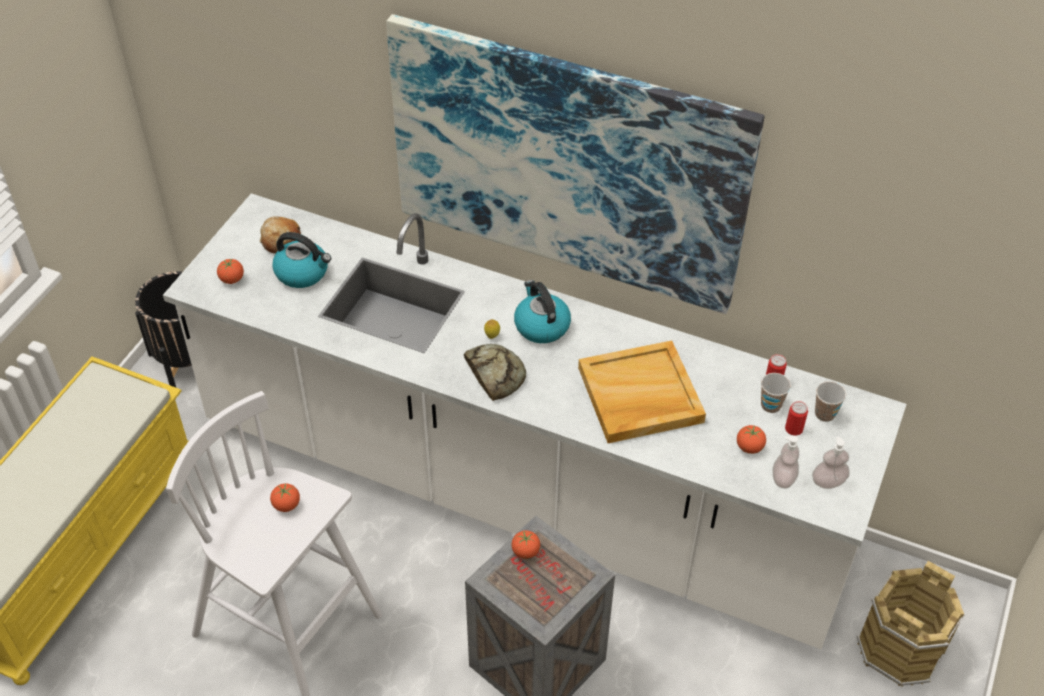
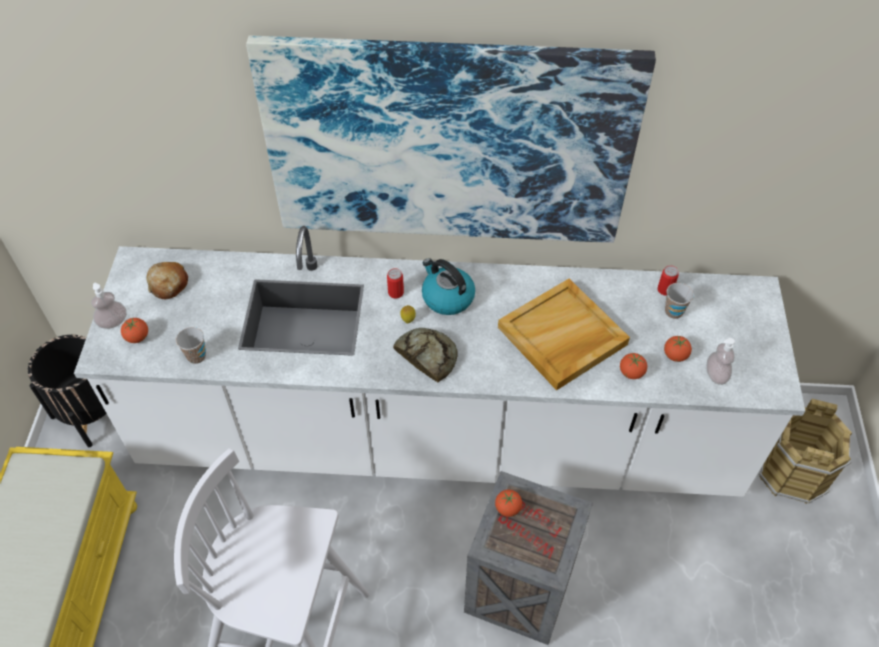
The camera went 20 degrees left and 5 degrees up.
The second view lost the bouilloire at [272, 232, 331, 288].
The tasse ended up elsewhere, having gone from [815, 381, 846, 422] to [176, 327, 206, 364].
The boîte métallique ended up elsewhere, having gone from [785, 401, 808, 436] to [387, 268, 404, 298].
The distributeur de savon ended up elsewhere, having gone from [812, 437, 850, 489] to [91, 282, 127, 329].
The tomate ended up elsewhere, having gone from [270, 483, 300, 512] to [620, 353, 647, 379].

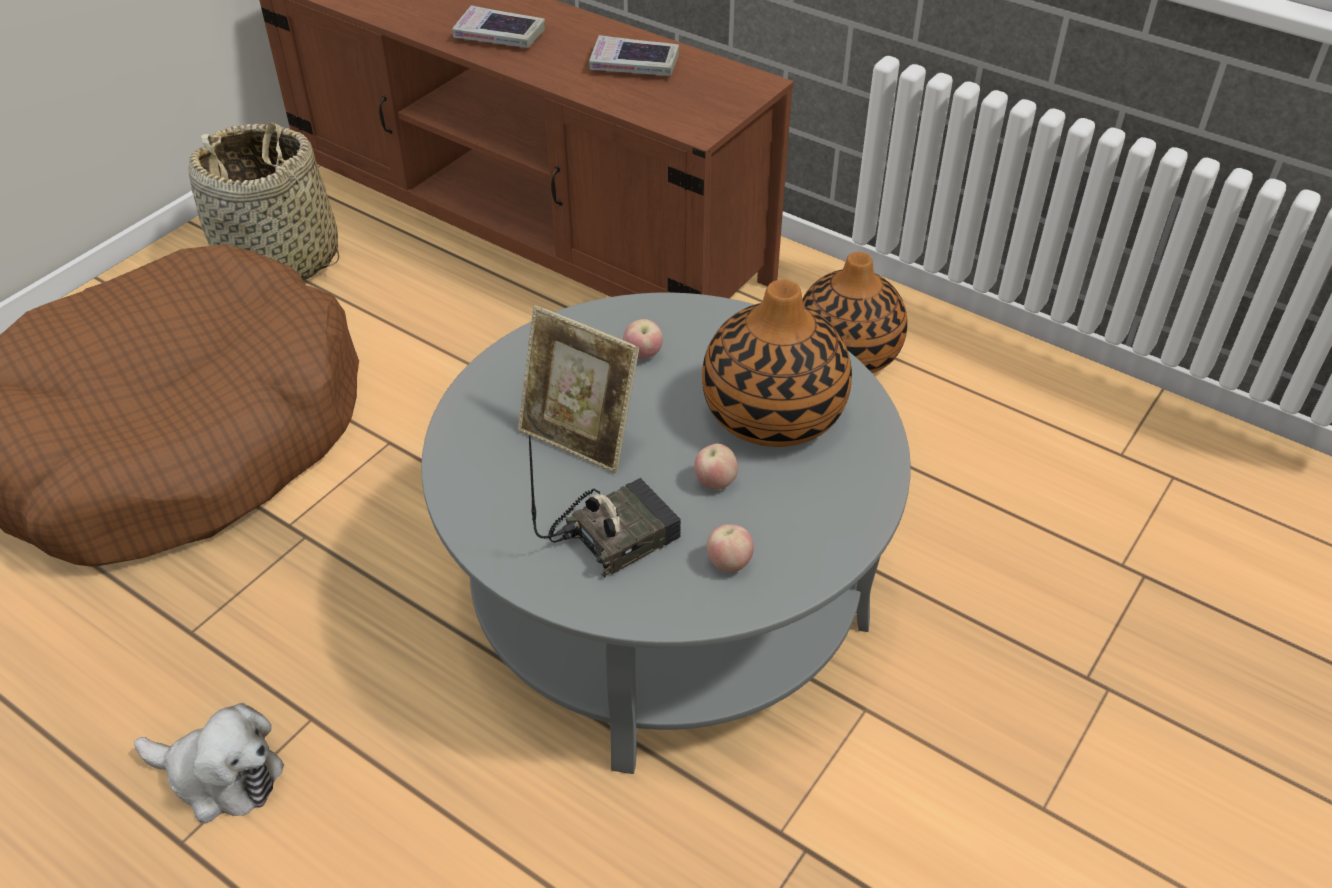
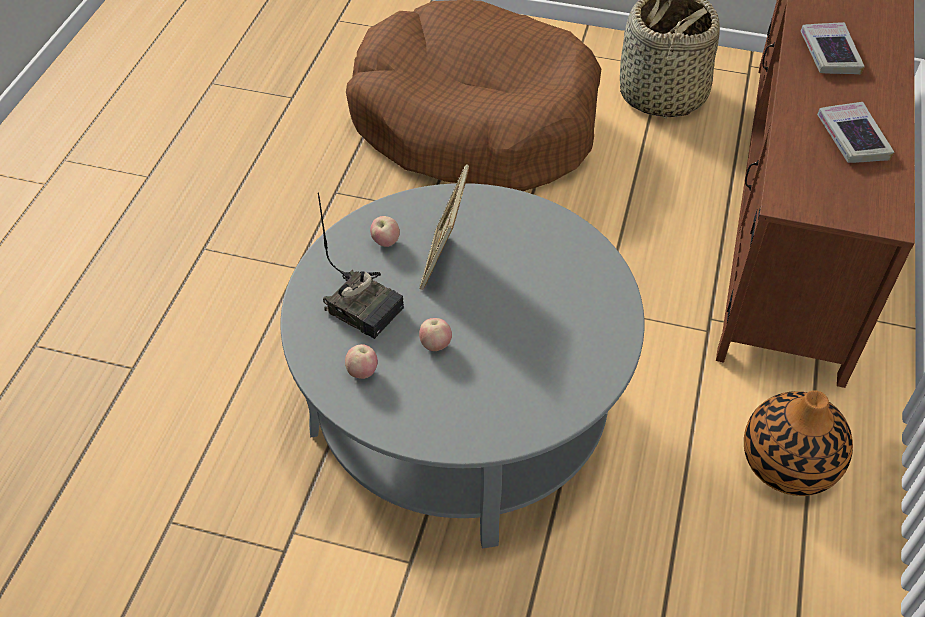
The camera went 70 degrees right and 5 degrees up.
The second view lost the vase at [702, 279, 852, 447].
The pomme ended up elsewhere, having gone from [623, 319, 663, 359] to [370, 216, 400, 247].
The second view lost the peluche at [134, 703, 284, 823].

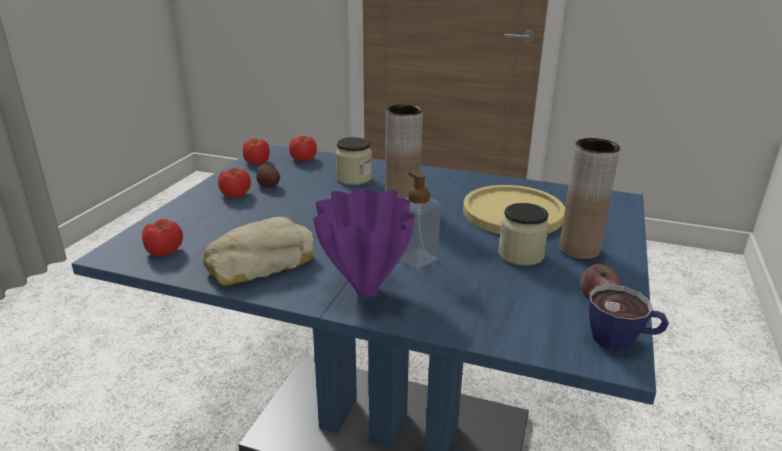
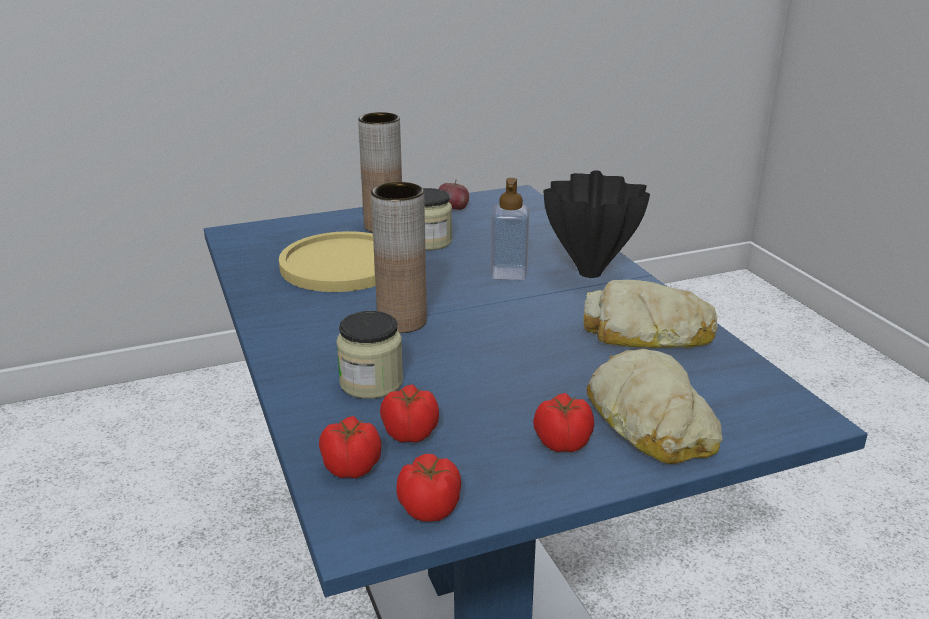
The camera went 130 degrees left and 0 degrees up.
The second view lost the pomme de terre at [256, 164, 280, 188].
What was the vase [violet] at [313, 188, 415, 297] turned into the vase [noir] at [543, 170, 650, 278].
The tomate ended up elsewhere, having gone from [142, 219, 183, 256] to [380, 384, 439, 443].
The second view lost the tasse at [588, 284, 669, 351].
The second view gained the pain at [587, 349, 723, 464].

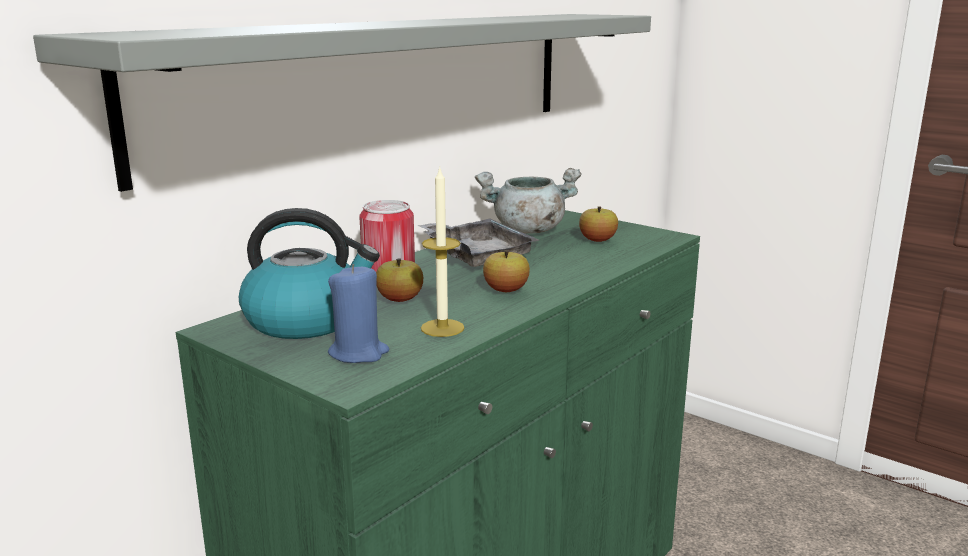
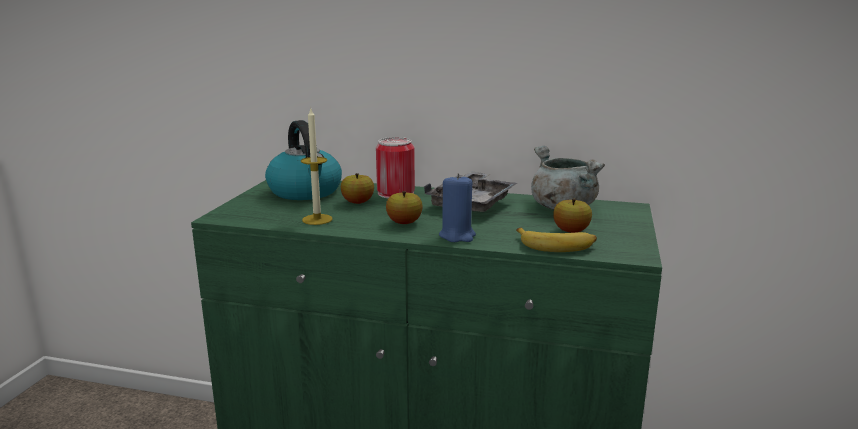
The camera went 65 degrees right and 0 degrees up.
The second view lost the étagère [gris] at [33, 14, 651, 192].
The bougie [bleu] ended up elsewhere, having gone from [328, 264, 389, 363] to [439, 173, 476, 242].
The second view gained the banane at [516, 228, 597, 252].

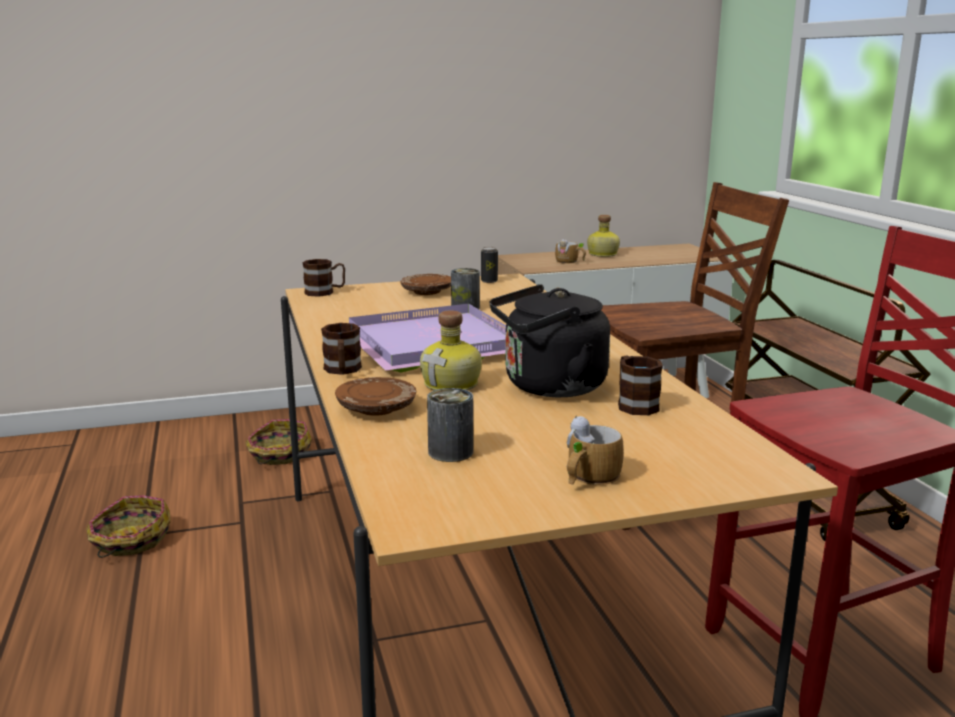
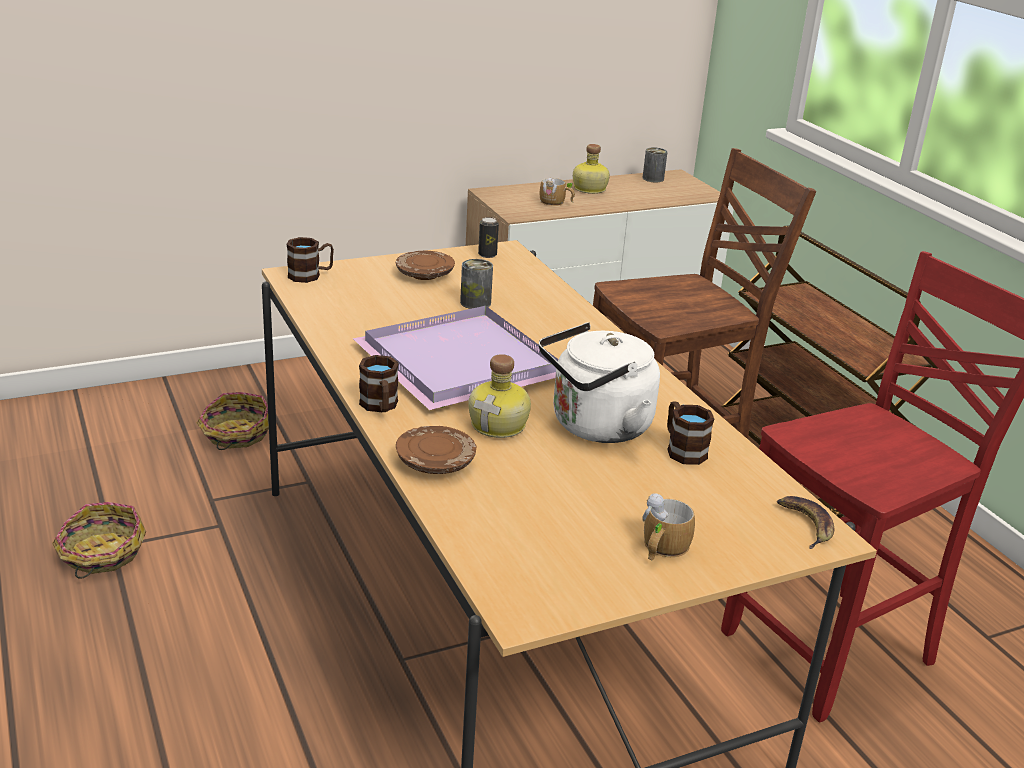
The camera went 10 degrees left and 10 degrees up.
What was the bouilloire [noir] at [490, 284, 610, 398] turned into the bouilloire [blanc] at [539, 322, 660, 443].
The boîte métallique ended up elsewhere, having gone from [427, 388, 473, 462] to [642, 148, 668, 182].
The second view gained the banane at [777, 496, 834, 549].

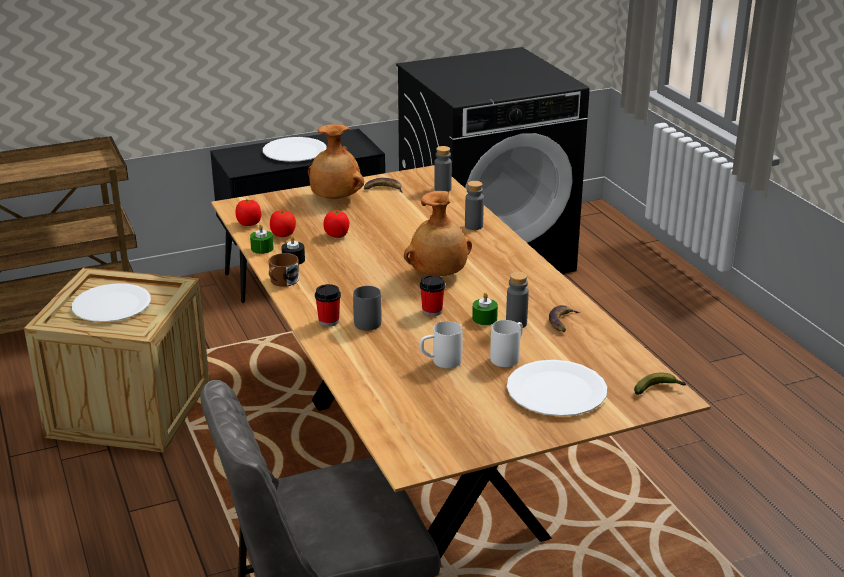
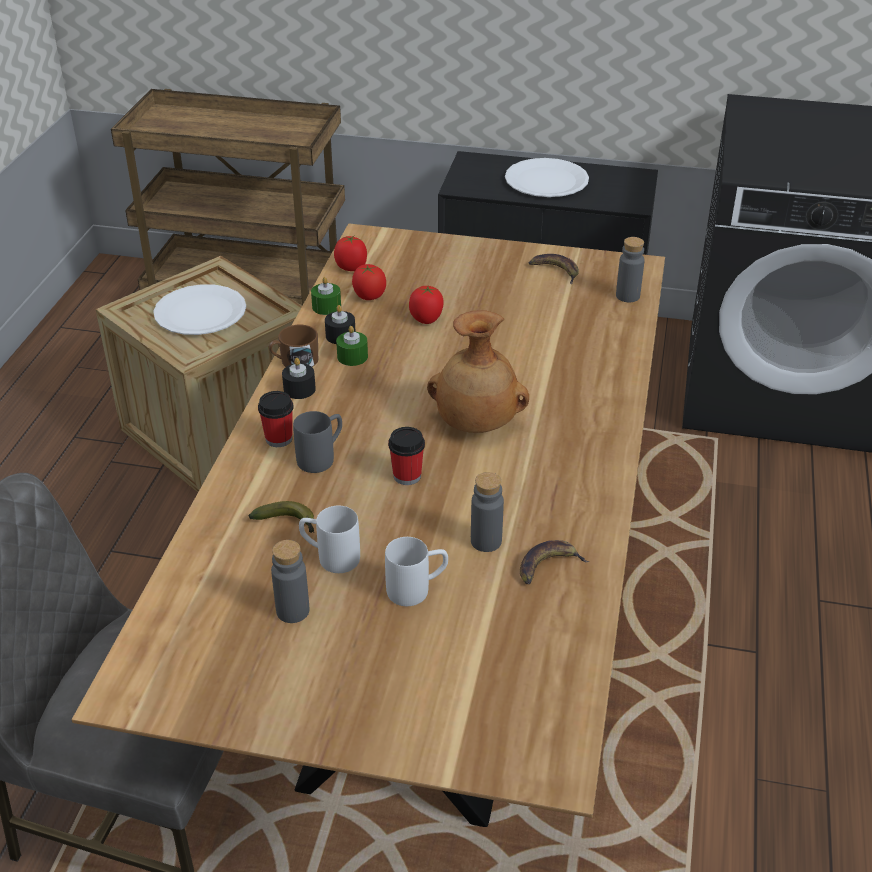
The camera went 35 degrees right and 10 degrees up.
The second view lost the vase [marron] at [308, 124, 364, 199].
The bouteille [gris] ended up elsewhere, having gone from [465, 181, 484, 230] to [271, 540, 309, 623].
The bougie [vert] ended up elsewhere, having gone from [472, 292, 498, 325] to [336, 326, 368, 366].
The second view lost the assiette [blanc] at [507, 360, 607, 416].
The banane ended up elsewhere, having gone from [634, 373, 686, 395] to [249, 501, 314, 533].
The second view gained the bougie [noir] at [282, 358, 316, 399].

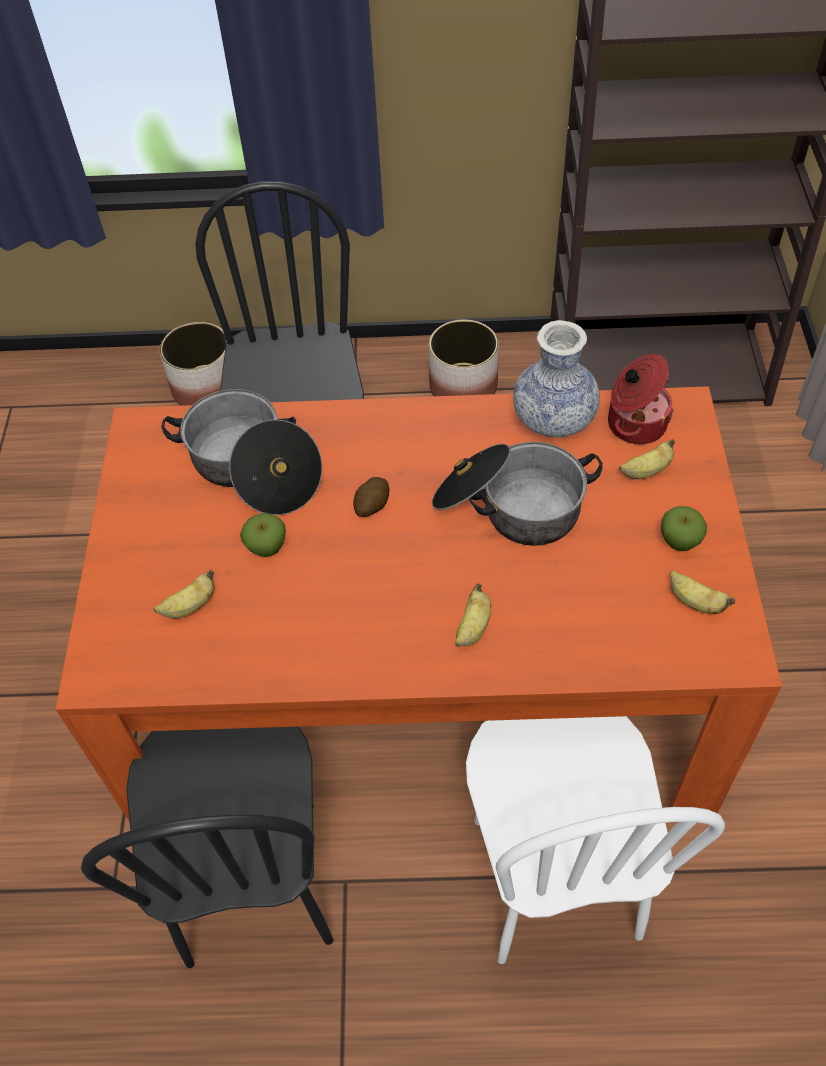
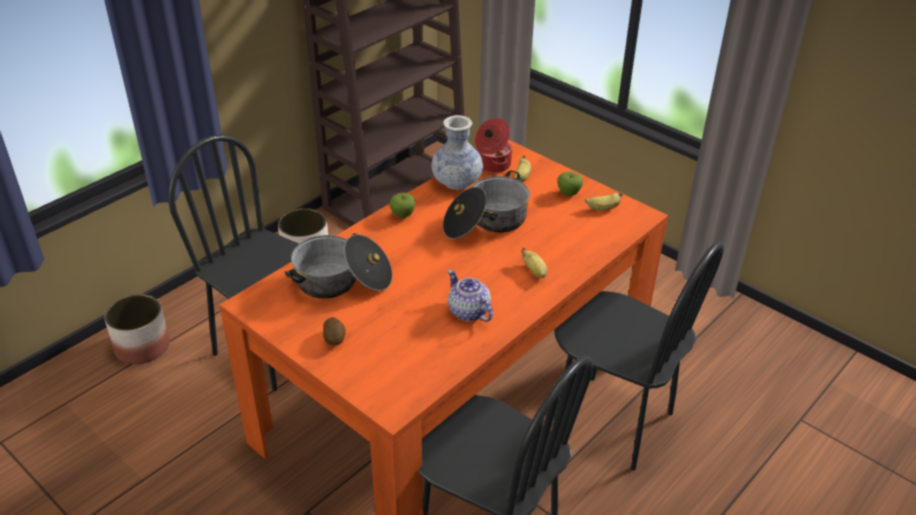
The camera went 50 degrees left and 15 degrees down.
The pomme de terre ended up elsewhere, having gone from [353, 477, 389, 517] to [323, 317, 346, 346].
The pomme ended up elsewhere, having gone from [240, 513, 286, 557] to [389, 193, 415, 218].
The second view lost the banane at [153, 569, 215, 619].
What was the chaise [blanc] at [466, 716, 725, 964] turned into the chaise [noir] at [553, 241, 724, 471].
The second view gained the théière at [448, 270, 493, 322].

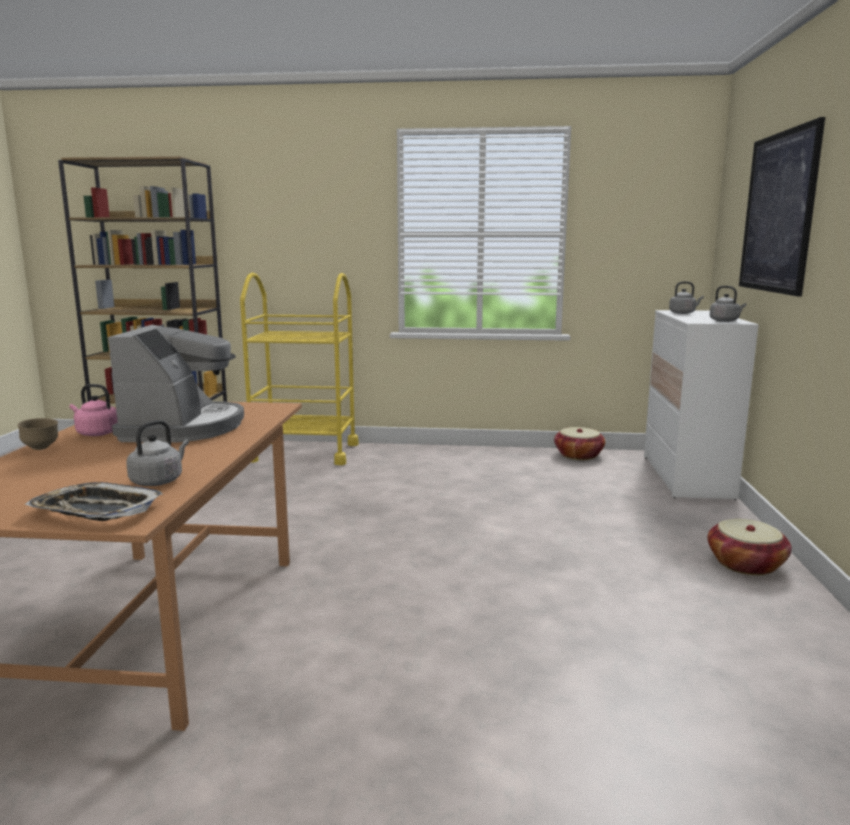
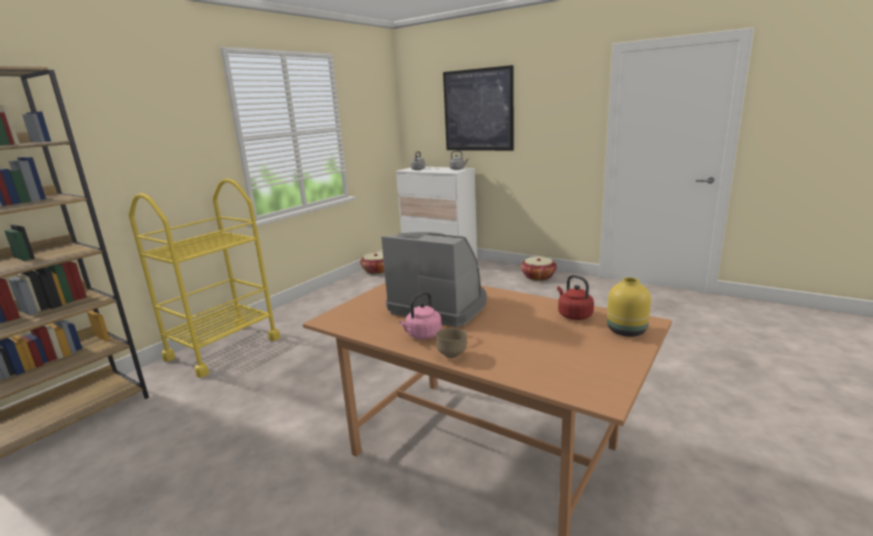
The camera went 60 degrees left and 5 degrees up.
What was the bouilloire [gris] at [126, 420, 189, 486] turned into the bouilloire [rouge] at [557, 275, 594, 320].
Where the plateau stood at [25, 482, 163, 521], the vase [jaune] came to stand at [607, 277, 651, 337].

